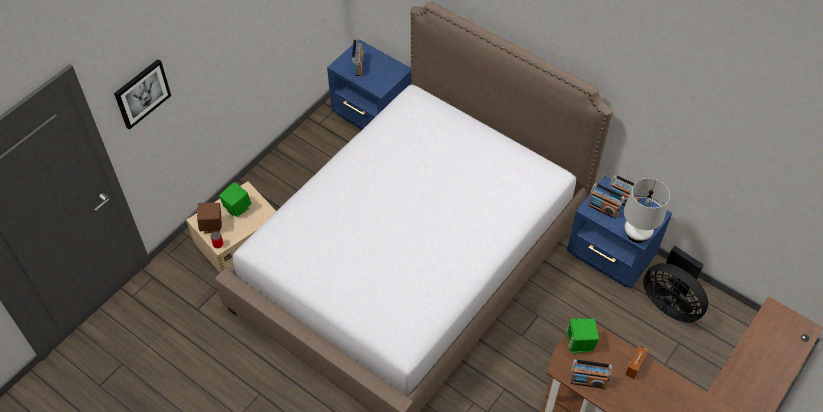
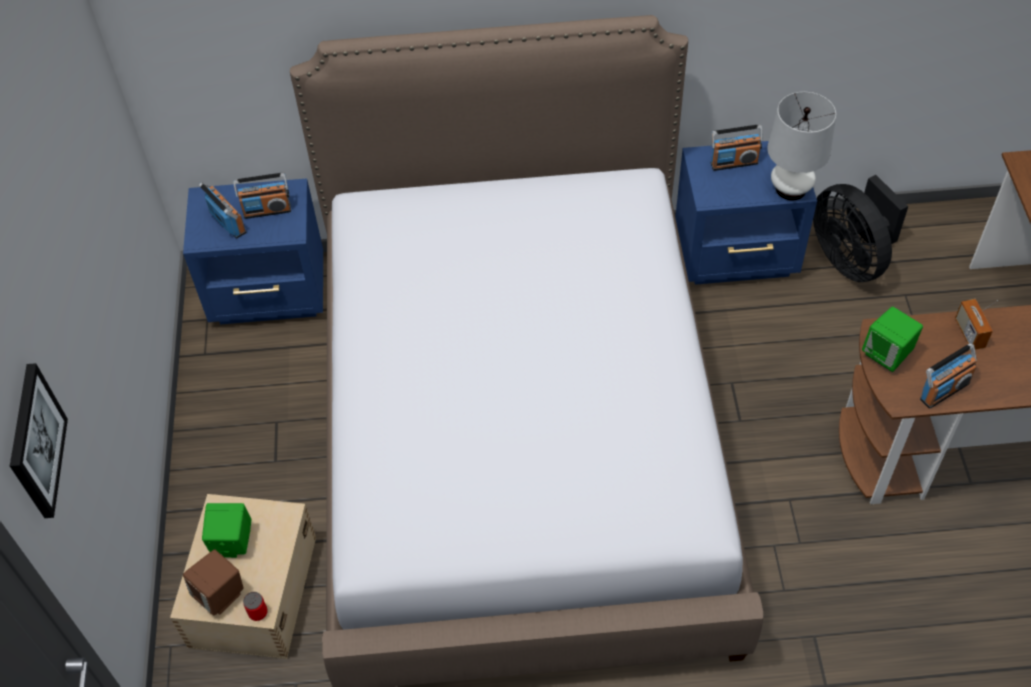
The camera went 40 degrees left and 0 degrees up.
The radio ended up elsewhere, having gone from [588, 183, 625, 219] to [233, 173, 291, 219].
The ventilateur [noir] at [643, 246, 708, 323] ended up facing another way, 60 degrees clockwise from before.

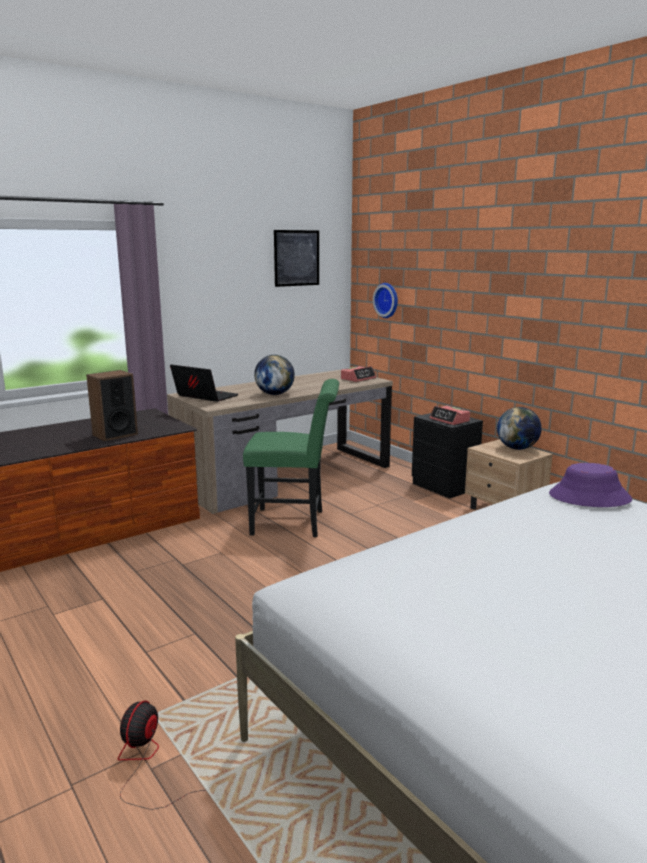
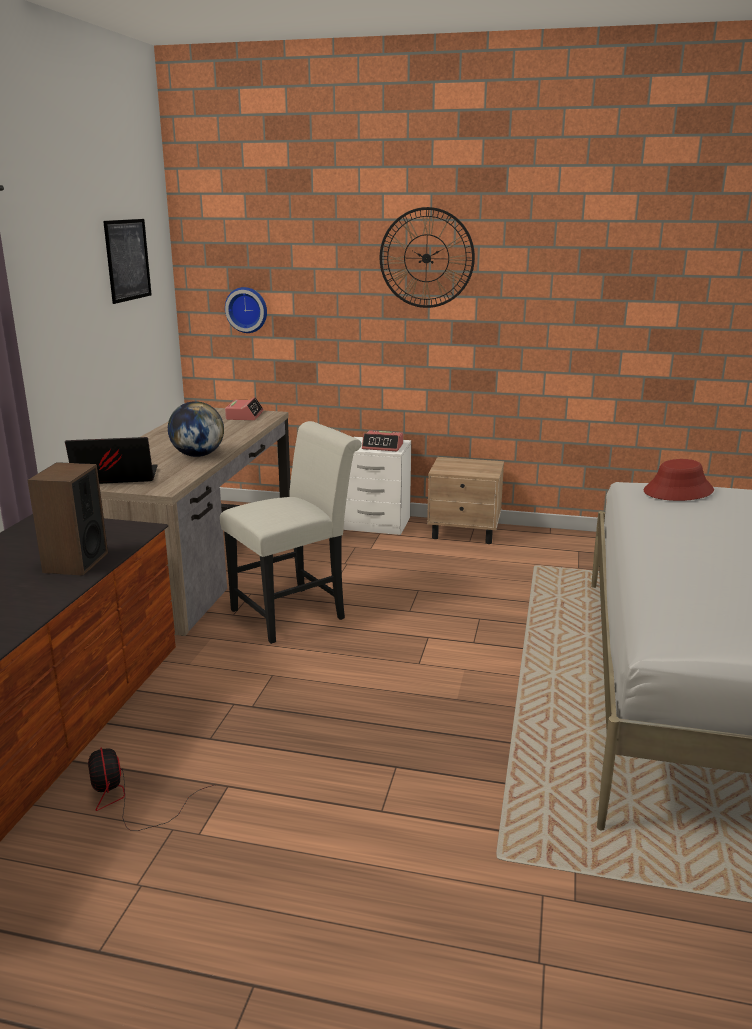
The camera went 40 degrees left and 5 degrees up.
What was the chaise [vert] at [243, 379, 339, 537] turned into the chaise [blanc] at [220, 421, 362, 644].
The second view lost the globe at [497, 407, 542, 450].
What was the table de chevet [noir] at [412, 413, 483, 499] turned into the table de chevet [blanc] at [343, 437, 411, 535].
What was the chapeau [violet] at [549, 463, 632, 507] turned into the chapeau [rouge] at [643, 459, 714, 501].
The ventilateur ended up elsewhere, having gone from [118, 701, 206, 810] to [88, 747, 214, 831].
The second view gained the horloge murale at [380, 207, 475, 308].

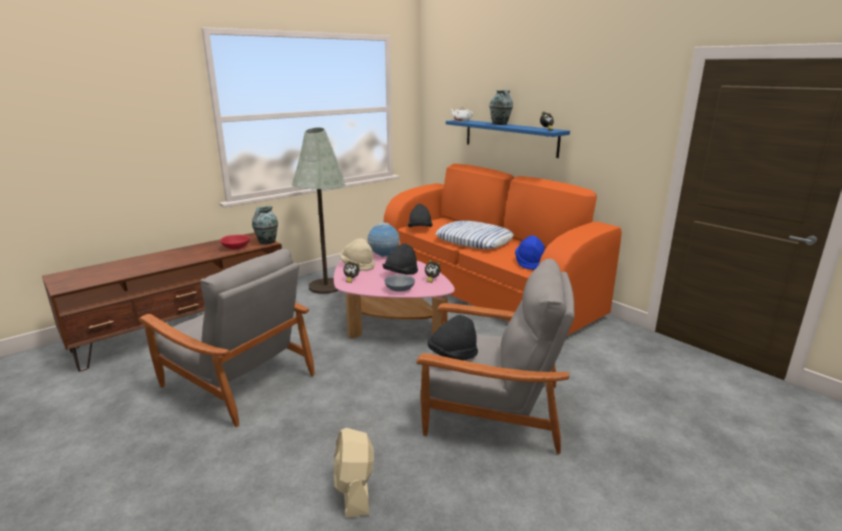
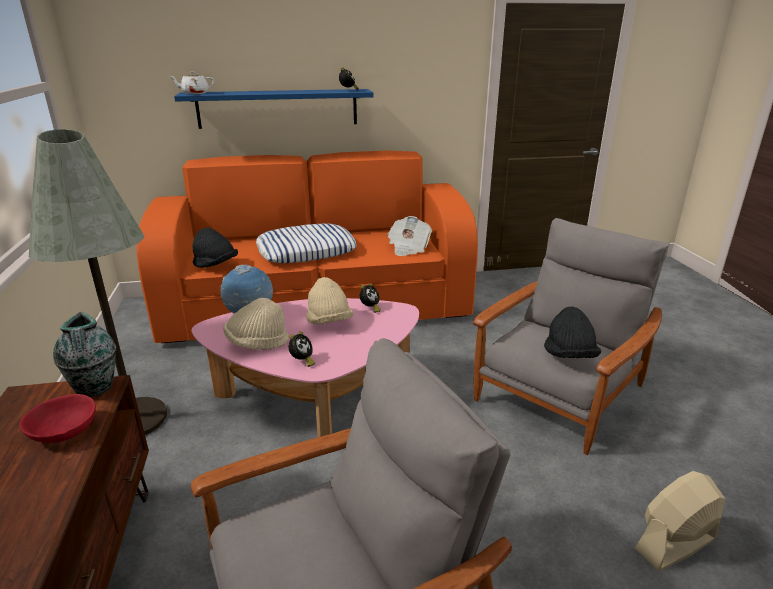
The camera went 60 degrees left and 5 degrees up.
The second view lost the vase at [489, 90, 513, 125].
Where the chapeau [bleu] stood at [515, 236, 545, 270], the journal came to stand at [388, 216, 432, 256].
What was the chapeau [noir] at [383, 243, 418, 275] turned into the chapeau [beige] at [306, 277, 354, 324].
The second view lost the bol [gris] at [384, 275, 415, 292].
The ventilateur [beige] at [334, 428, 374, 518] ended up facing another way, 135 degrees clockwise from before.

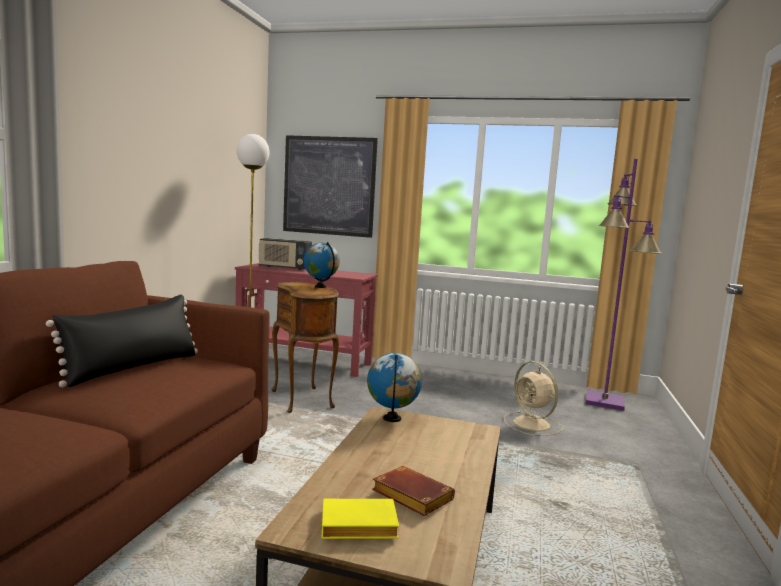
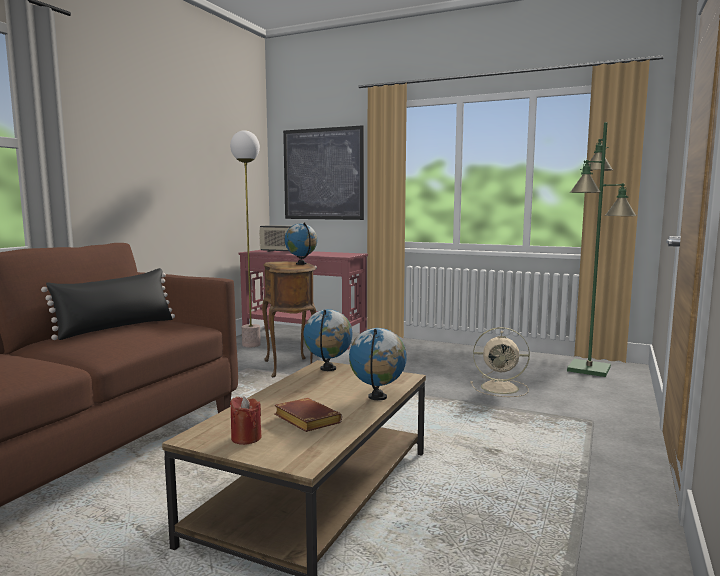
The camera went 10 degrees right and 0 degrees up.
What was the lampadaire [violet] at [586, 158, 661, 411] turned into the lampadaire [vert] at [567, 122, 637, 377].
The ventilateur [beige] at [504, 361, 563, 436] ended up facing another way, 60 degrees counterclockwise from before.
Where the livre [jaune] stood at [321, 498, 399, 539], the bougie [rouge] came to stand at [230, 397, 261, 445].
The second view gained the globe at [349, 328, 407, 400].

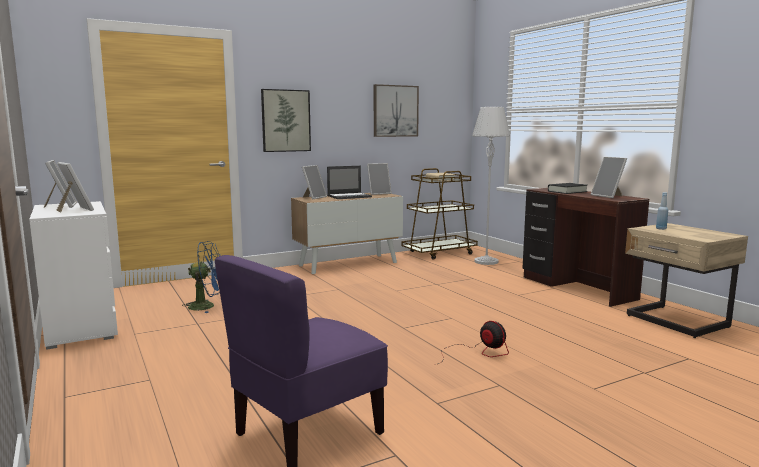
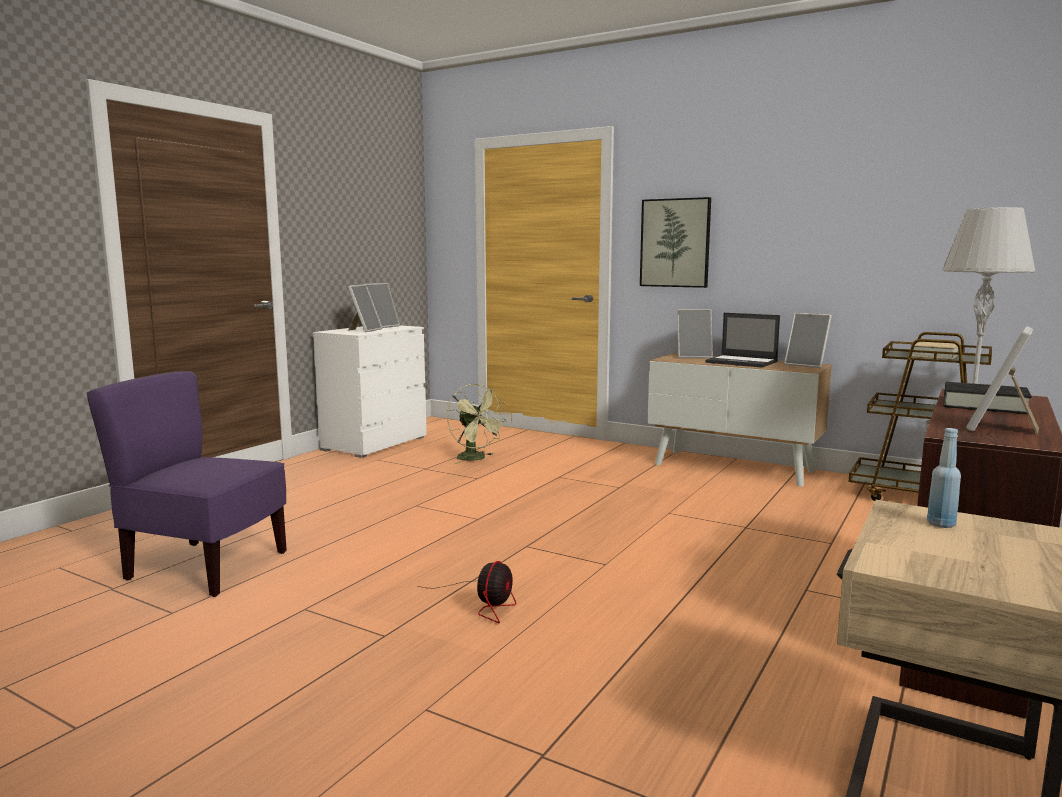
The camera went 60 degrees right and 0 degrees up.
The second view lost the tableau at [374, 84, 419, 137].
What was the ventilateur [bleu] at [183, 241, 220, 313] turned into the ventilateur [vert] at [447, 384, 507, 464].

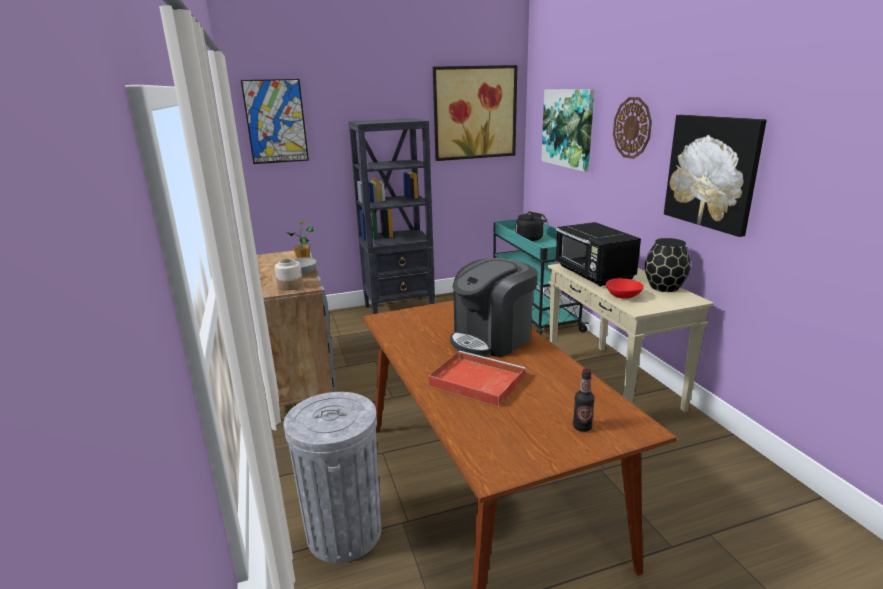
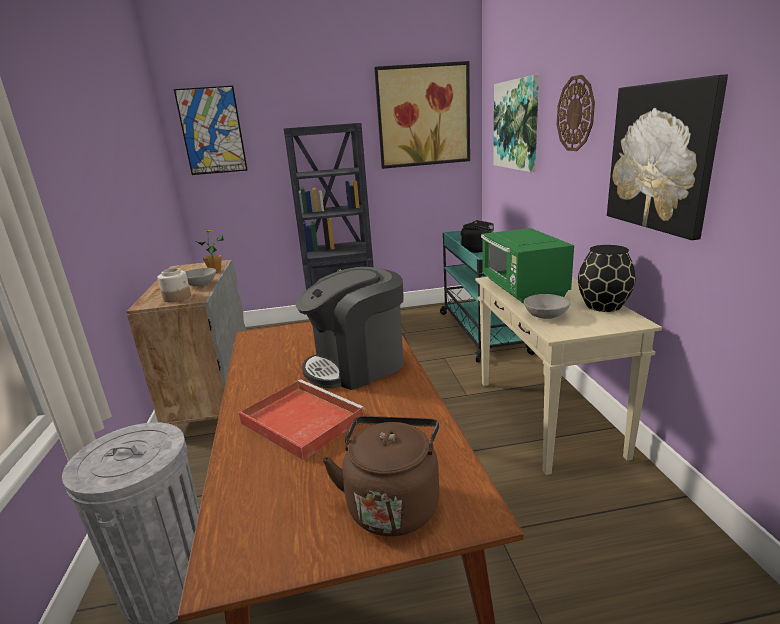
The camera went 10 degrees right and 0 degrees up.
What was the micro-ondes [noir] at [555, 222, 641, 286] turned into the micro-ondes [vert] at [481, 228, 574, 303].
What was the bol [rouge] at [606, 278, 644, 299] turned into the bol [gris] at [524, 294, 570, 319].
Where the bouteille stood at [573, 368, 595, 432], the bouilloire [marron] came to stand at [322, 416, 439, 536].

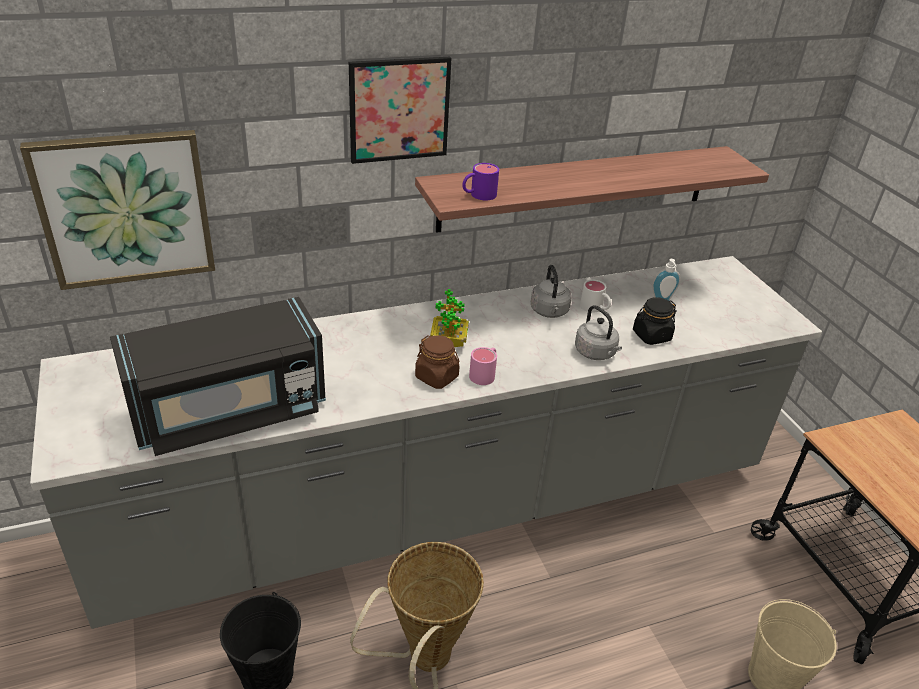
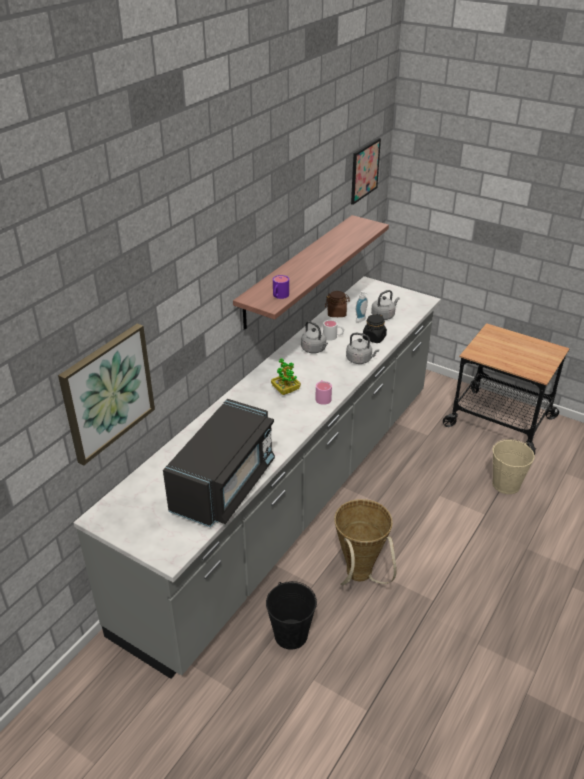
The camera went 35 degrees left and 0 degrees up.
The tableau ended up elsewhere, having gone from [349, 57, 451, 164] to [351, 138, 381, 205].
The bocal [marron] ended up elsewhere, having gone from [415, 335, 460, 389] to [325, 291, 350, 317].
The second view gained the bouilloire [gris] at [371, 290, 400, 320].

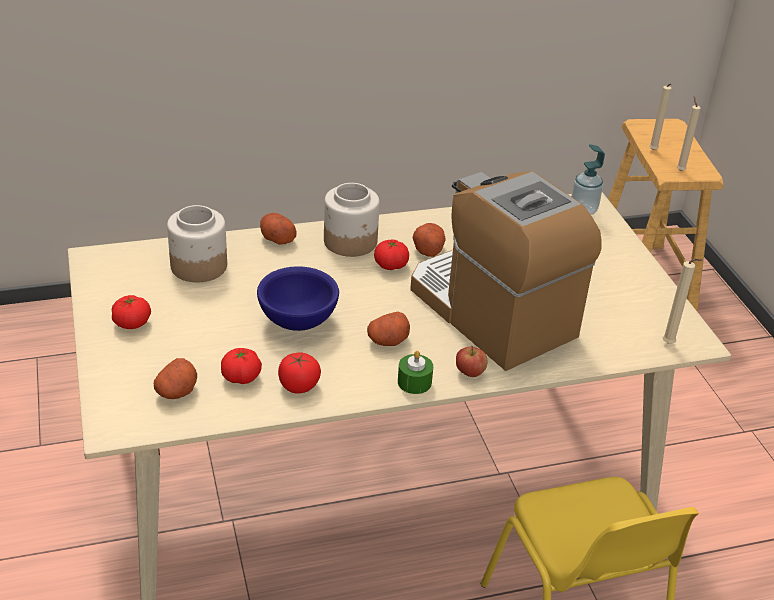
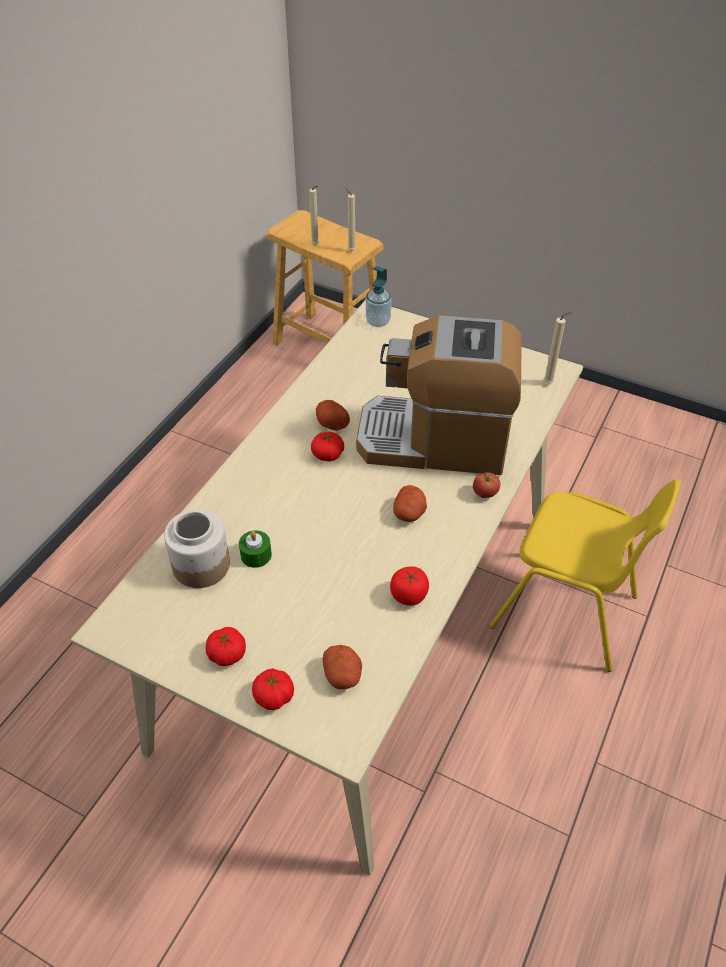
The camera went 45 degrees left and 10 degrees up.
The second view lost the bocal at [324, 183, 380, 257].
The second view lost the pomme de terre at [260, 213, 296, 245].
The second view lost the bol [bleu] at [257, 266, 339, 331].
The tomate ended up elsewhere, having gone from [221, 348, 262, 384] to [252, 668, 294, 710].
The bougie [vert] ended up elsewhere, having gone from [398, 350, 433, 394] to [239, 530, 272, 568].

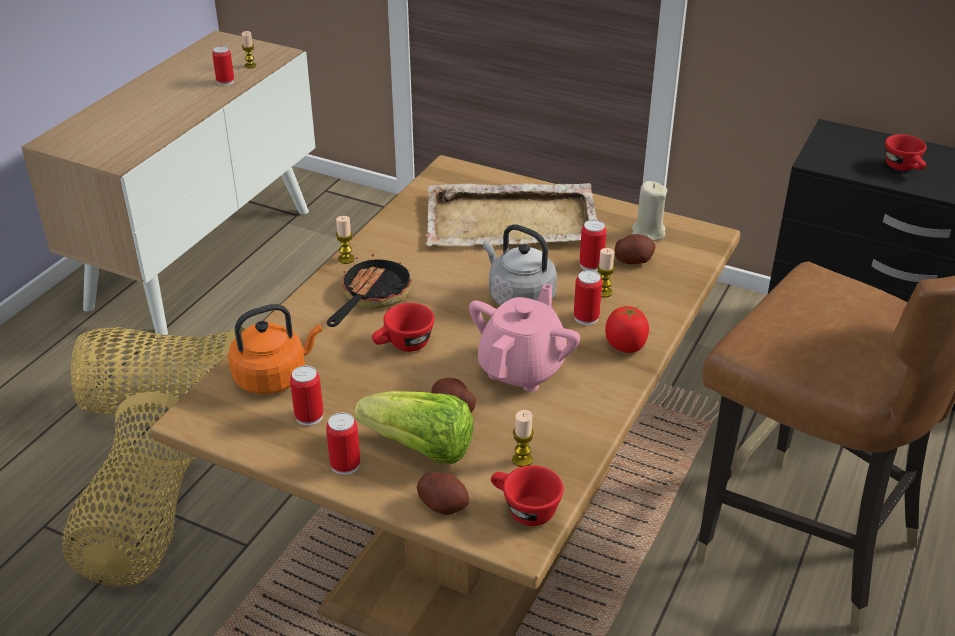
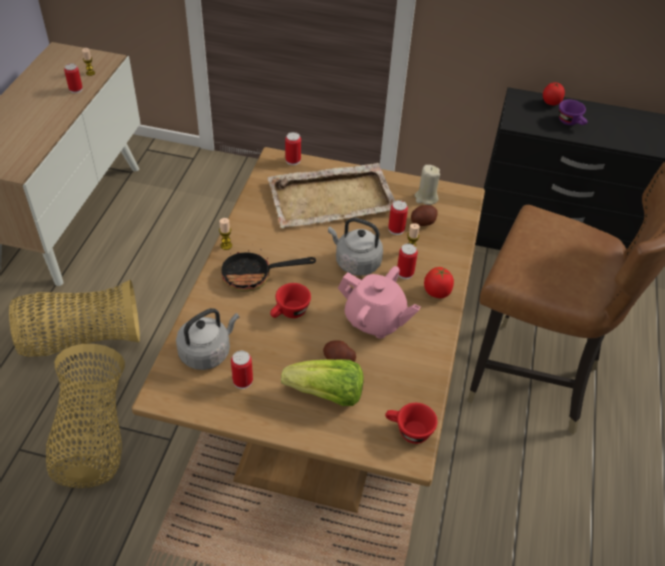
The camera went 15 degrees left and 10 degrees up.
What was the tasse [rouge] at [885, 134, 926, 171] turned into the tasse [violet] at [559, 99, 588, 125].
The poêle at [327, 254, 411, 327] ended up facing another way, 105 degrees counterclockwise from before.
The théière [rose] at [469, 284, 580, 392] ended up facing another way, 105 degrees clockwise from before.
What was the bouilloire [orange] at [228, 304, 322, 394] turned into the bouilloire [gris] at [176, 308, 239, 370].
The second view lost the bougie at [512, 410, 534, 467].
The boîte métallique ended up elsewhere, having gone from [326, 413, 360, 475] to [285, 132, 301, 165].
The second view lost the pomme de terre at [417, 472, 469, 515].
The second view gained the tomate at [543, 82, 565, 105].

